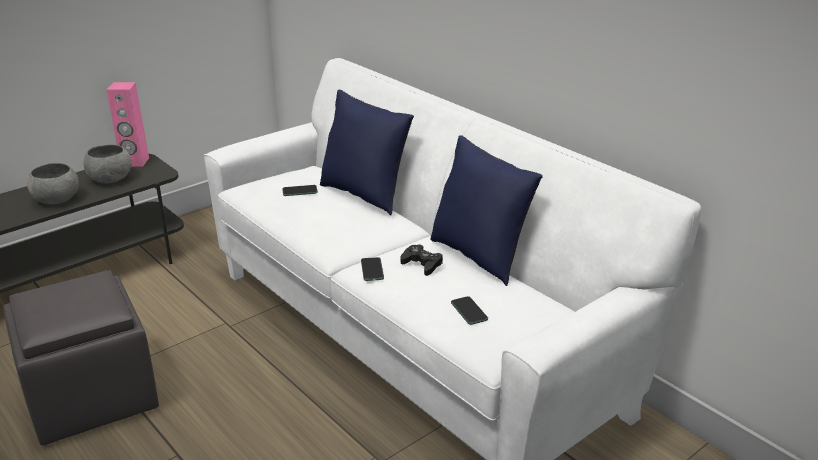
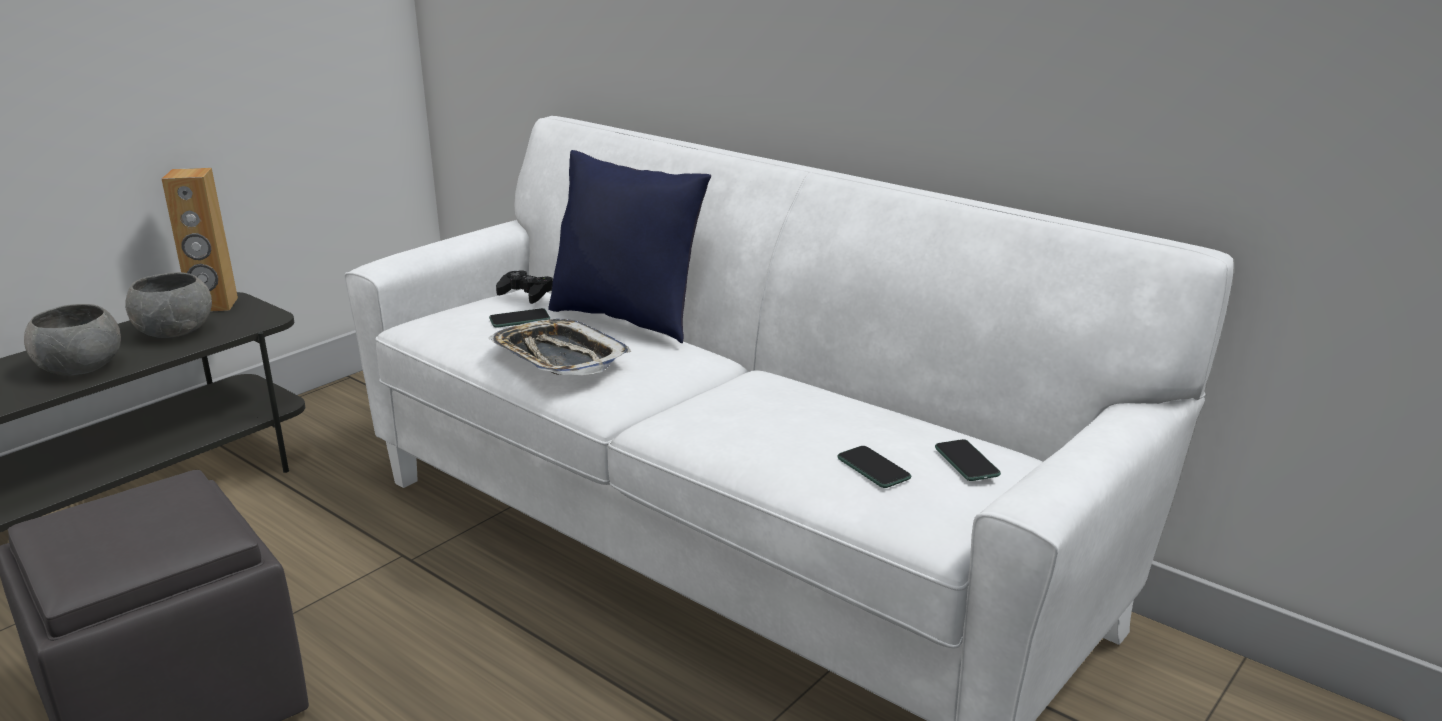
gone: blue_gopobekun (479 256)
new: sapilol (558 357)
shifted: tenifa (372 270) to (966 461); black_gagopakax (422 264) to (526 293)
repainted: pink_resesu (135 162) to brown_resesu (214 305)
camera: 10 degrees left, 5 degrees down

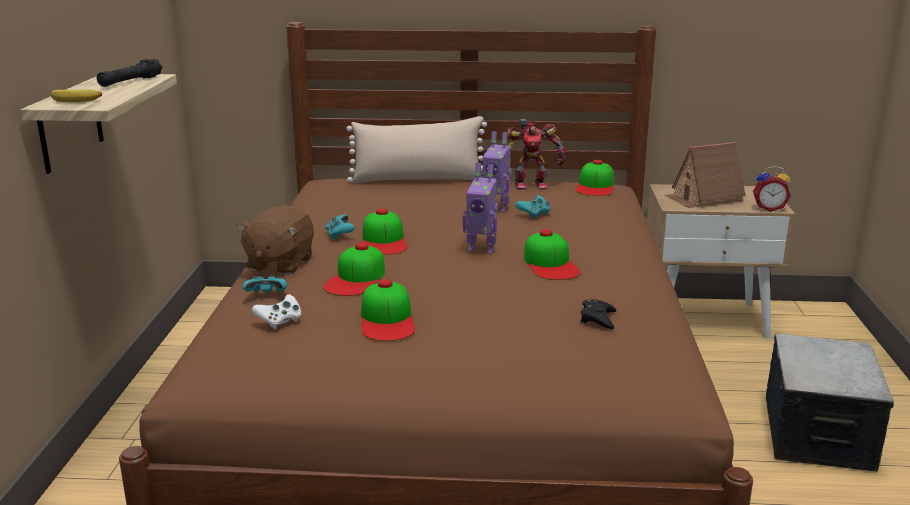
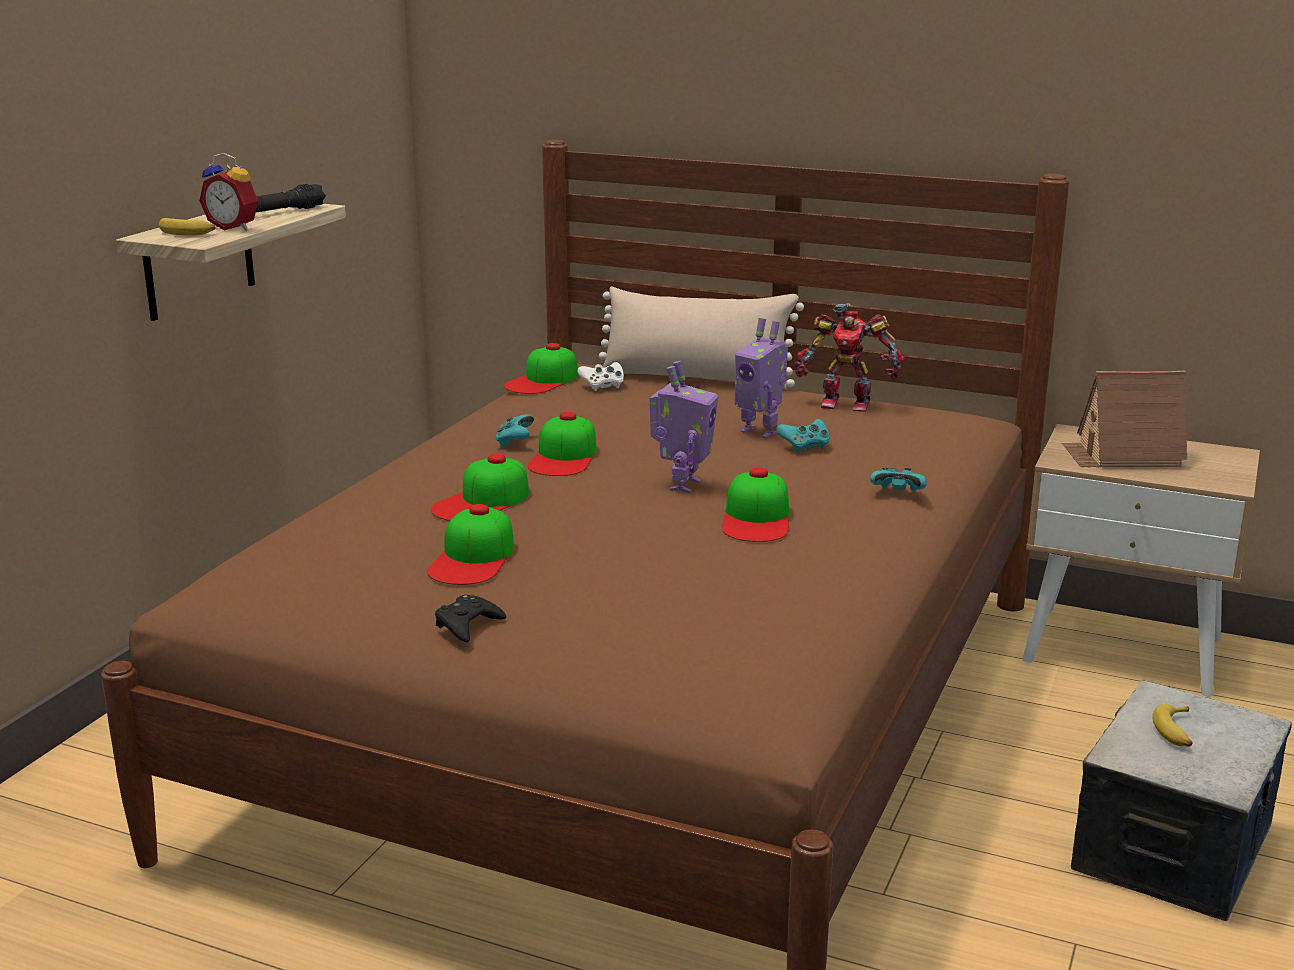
gone: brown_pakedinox (279 264)
new: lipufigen (1176 732)
shifted: turquoise_gagopakax (267 295) to (898 493); white_gagopakax (279 321) to (602 386); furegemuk (595 186) to (542 380); black_gagopakax (598 318) to (467 625); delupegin (768 208) to (234 227)
rotated: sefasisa (481 249) = (682 485) 105 degrees counterclockwise
camera: 20 degrees right, 0 degrees up

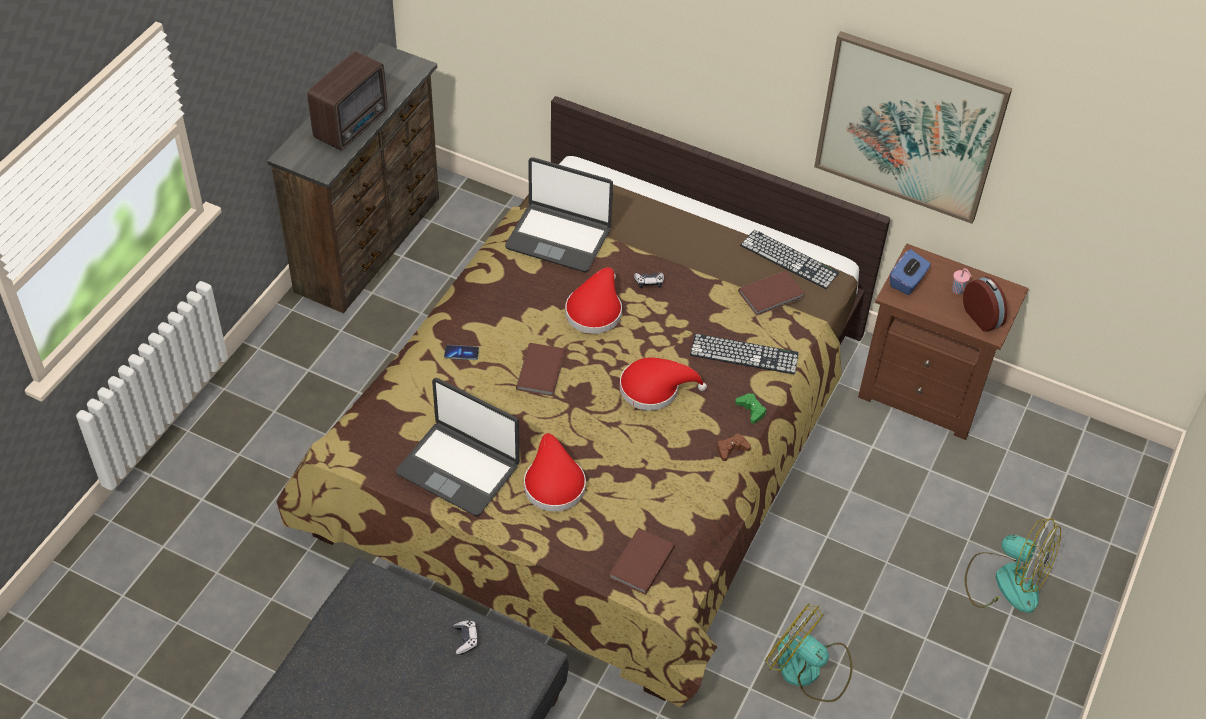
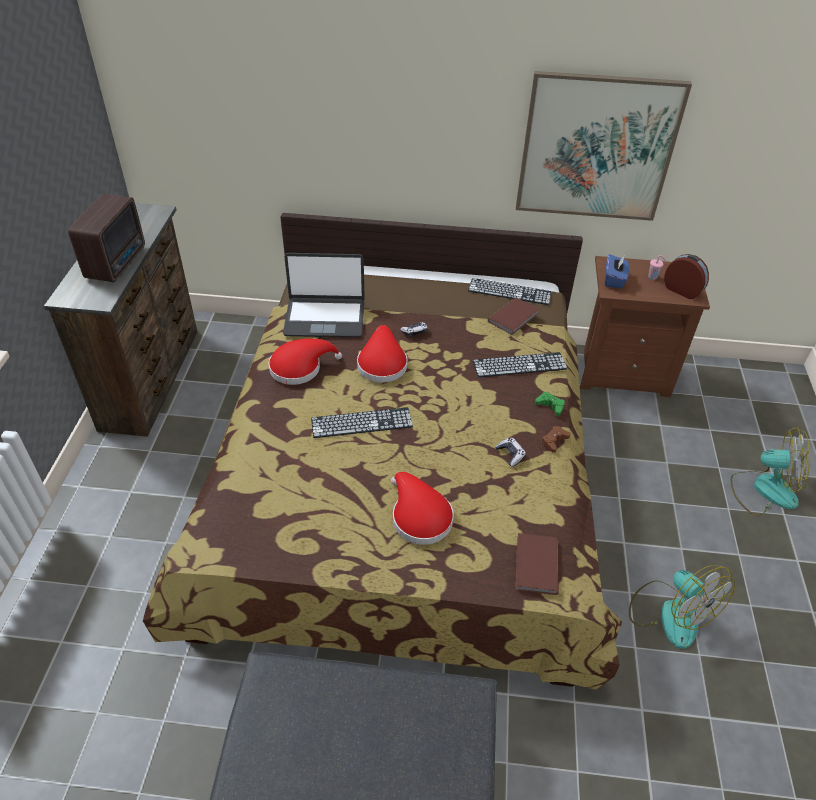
gone: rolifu (458 468); tenifa (461 353)
shifted: gagopakax (466 639) to (510 454); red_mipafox (654 389) to (299 367)
swapped: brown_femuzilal (542 370) to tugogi (361 422)
rotated: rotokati (808 669) = (670 613) 135 degrees counterclockwise
camera: 20 degrees left, 5 degrees down

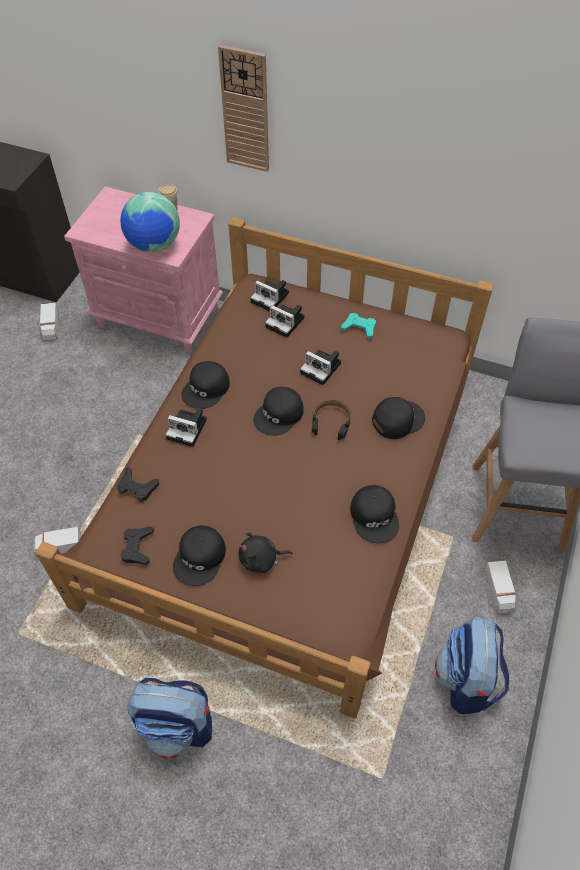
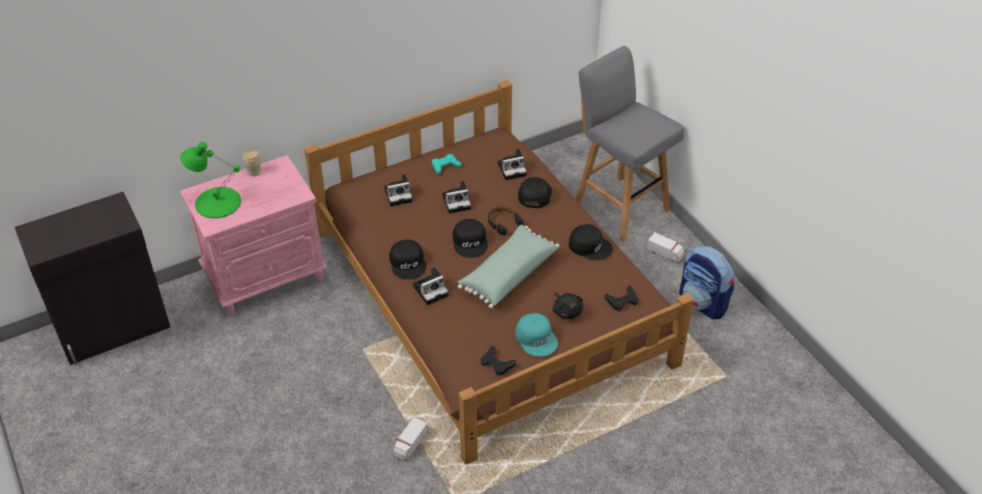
gone: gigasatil (51 328); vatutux (154 245); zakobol (177 726); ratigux (245 110)
new: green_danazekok (217 202); green_gopobekun (508 274)
shifted: black_gagopakax (137 487) to (622 301); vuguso (271 298) to (513 169)
repainted: black_furegemuk (200 558) to turquoise_furegemuk (536 338)
rotated: black_pakedinox (261 559) = (567 311) 60 degrees counterclockwise
camera: 50 degrees left, 10 degrees down

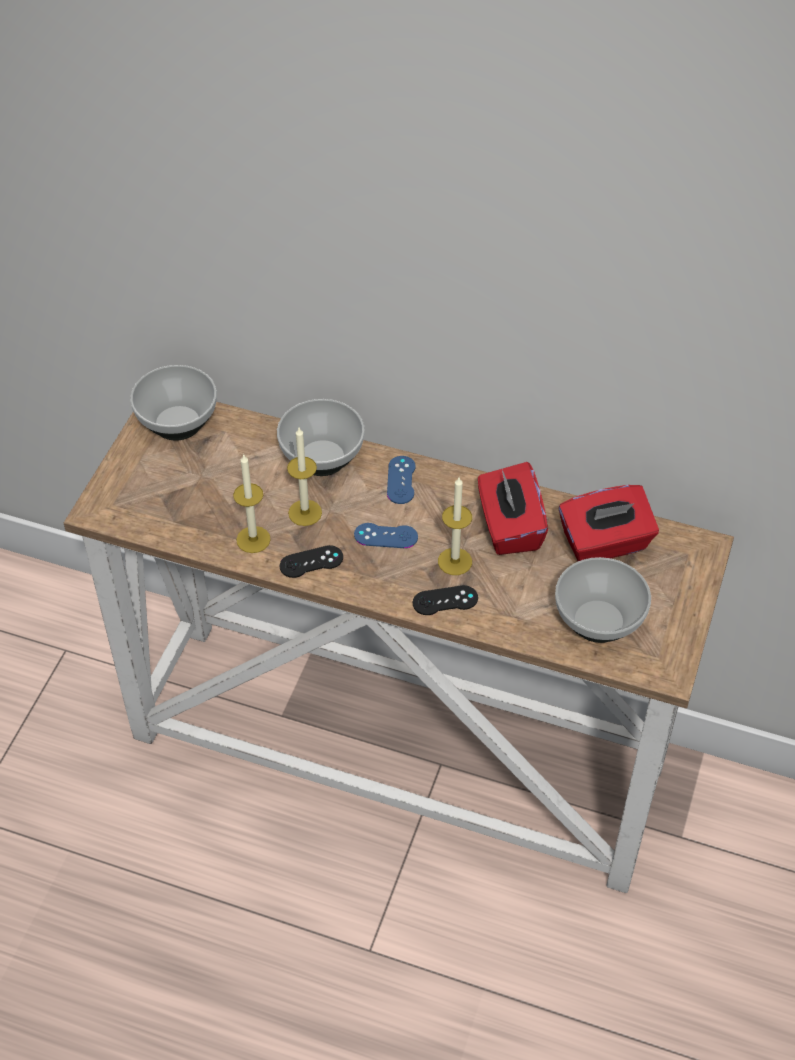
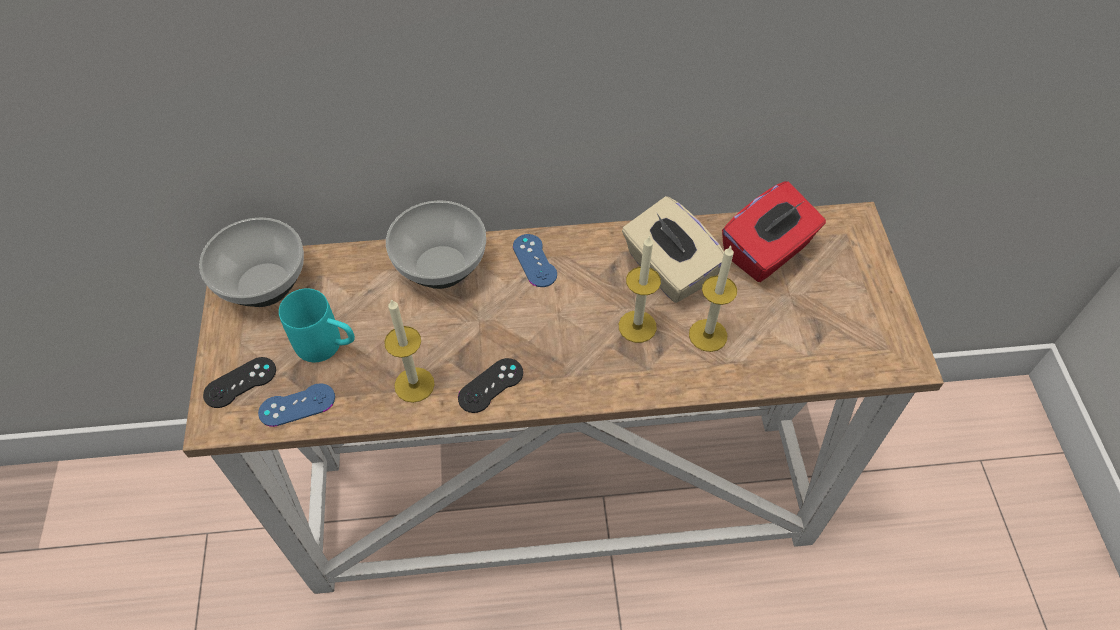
gone: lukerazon (597 621)
new: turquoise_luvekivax (328 346)
shifted: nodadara (305 513) to (708 335); blue_gagopakax (386 536) to (297 405); black_gagopakax (445 600) to (240 382)
repainted: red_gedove (509 527) to beige_gedove (668 270)
camera: 25 degrees left, 5 degrees up

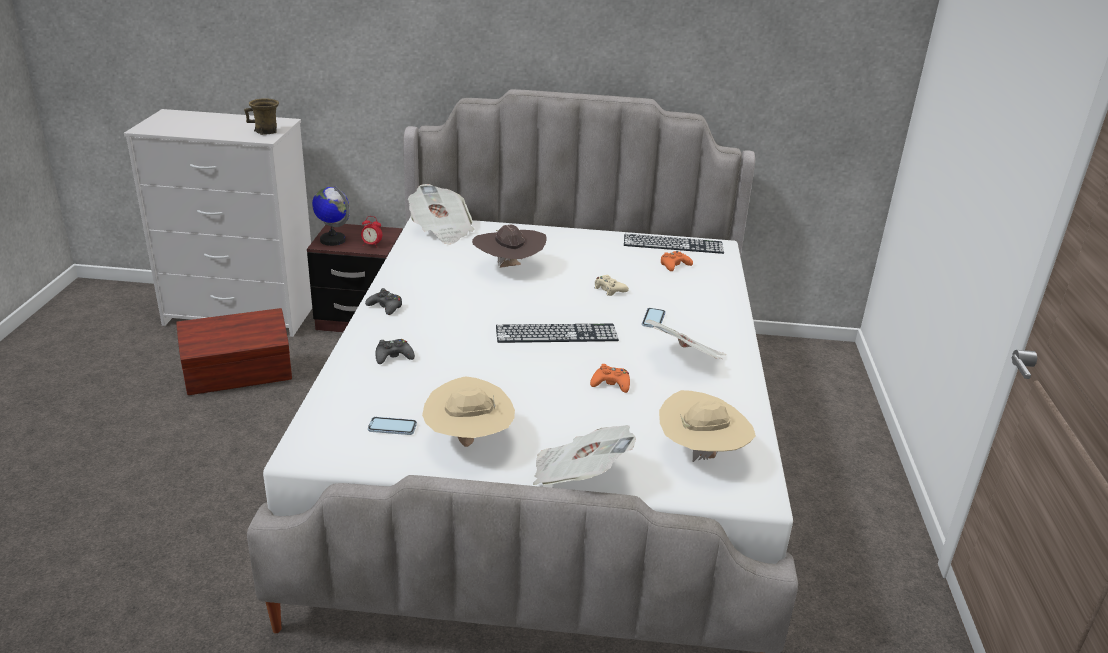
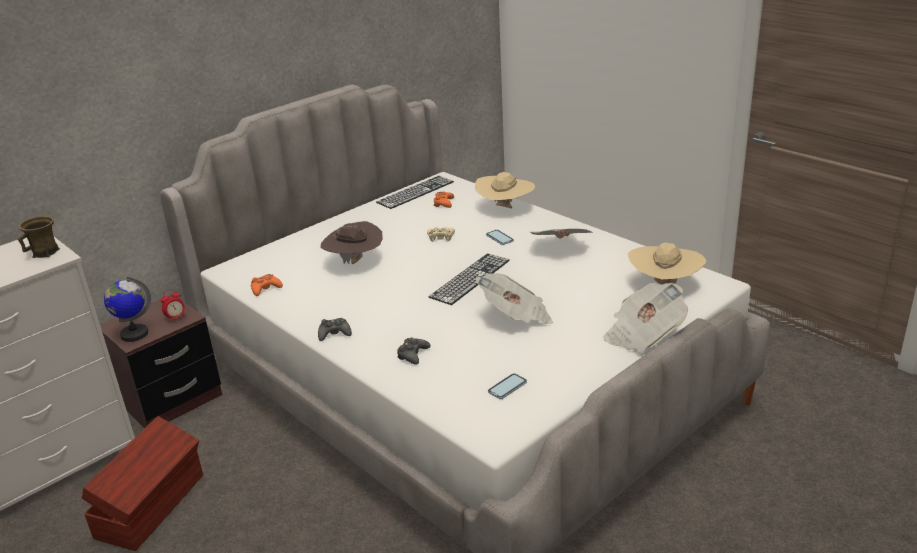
shifted: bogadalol (441 231) to (516 316); beige_mipafox (468 441) to (505 208); orange_gagopakax (611 384) to (265 289)
camera: 45 degrees left, 0 degrees up

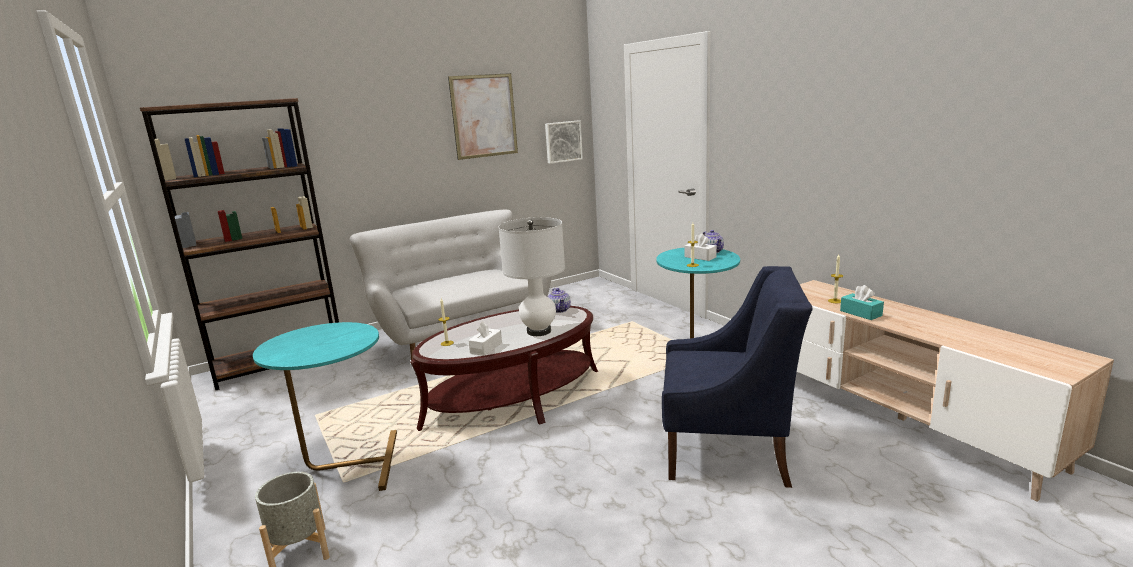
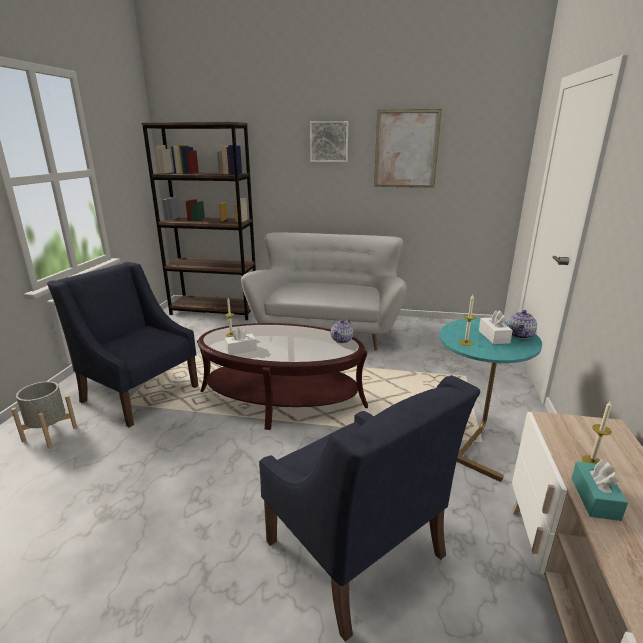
gone: white_danazekok (539 331)
shifted: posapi (563 141) to (329 141)
swapped: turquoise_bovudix (344 466) to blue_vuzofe (140 393)
camera: 40 degrees right, 5 degrees up

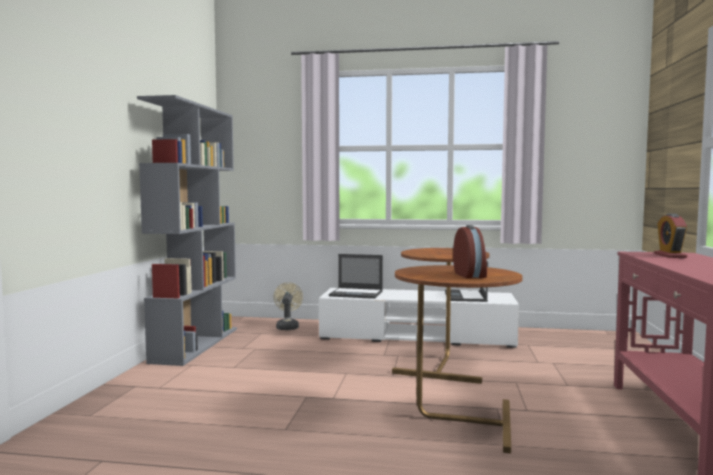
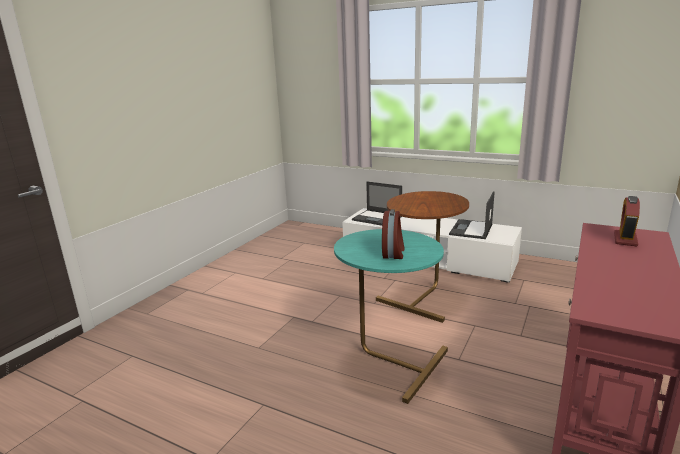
gone: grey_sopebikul (196 344); beige_rotokati (287 326)
repainted: brown_bovudix (456 421) to turquoise_bovudix (390 361)
camera: 20 degrees right, 15 degrees up

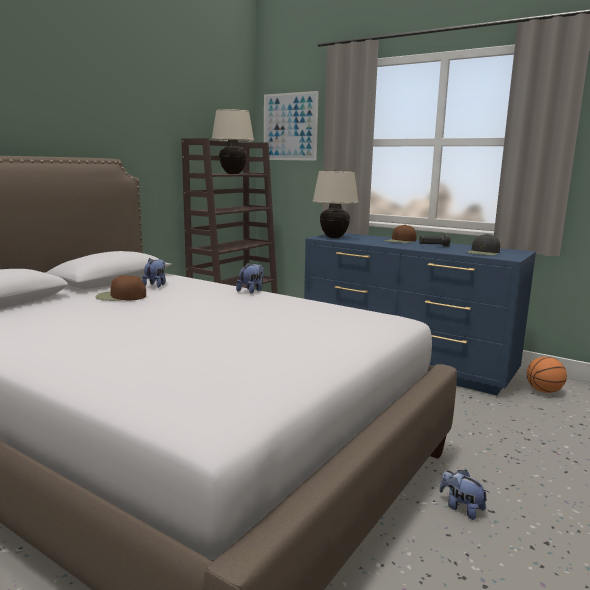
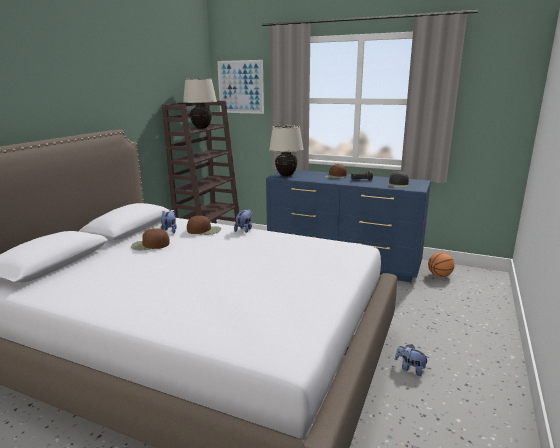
new: brown_furegemuk (204 230)
camera: 10 degrees left, 5 degrees up

